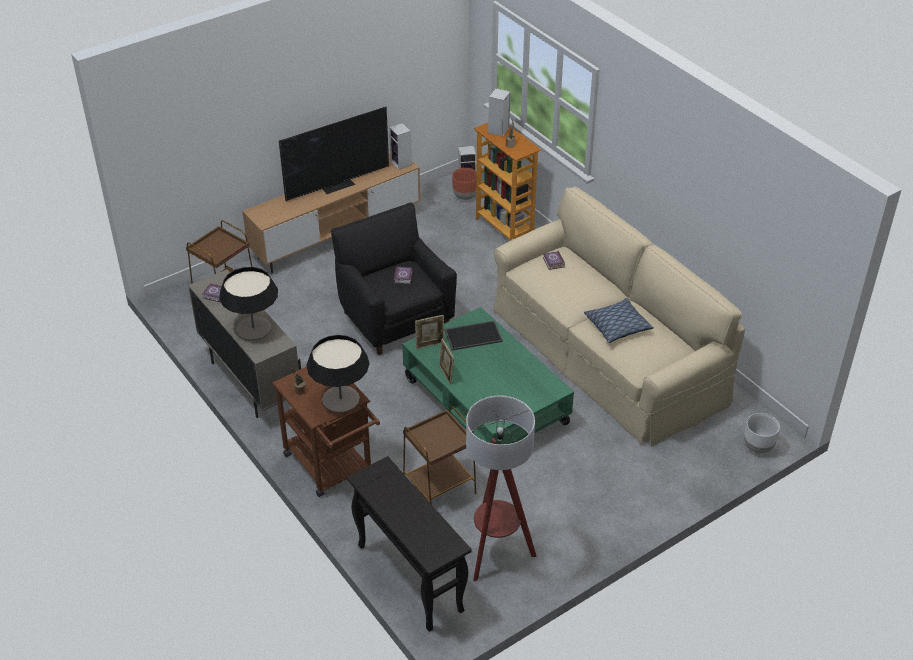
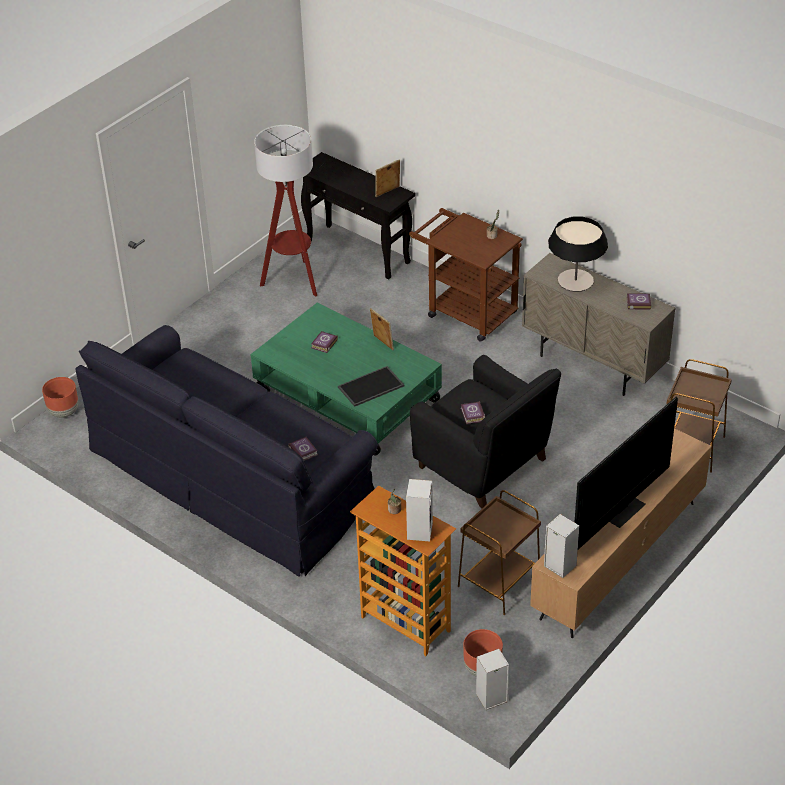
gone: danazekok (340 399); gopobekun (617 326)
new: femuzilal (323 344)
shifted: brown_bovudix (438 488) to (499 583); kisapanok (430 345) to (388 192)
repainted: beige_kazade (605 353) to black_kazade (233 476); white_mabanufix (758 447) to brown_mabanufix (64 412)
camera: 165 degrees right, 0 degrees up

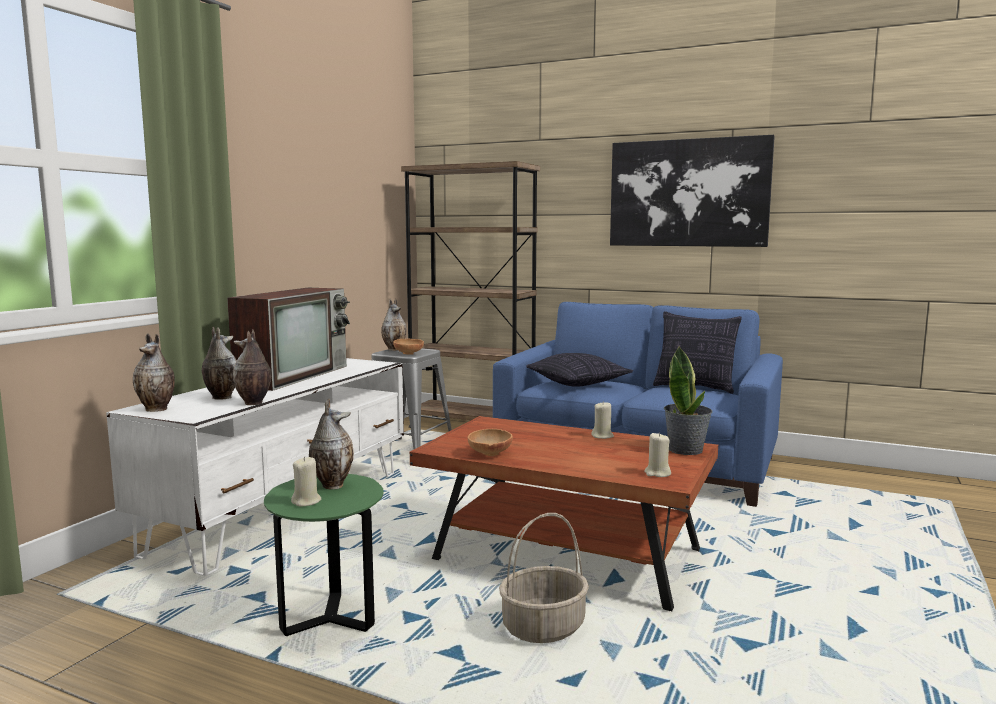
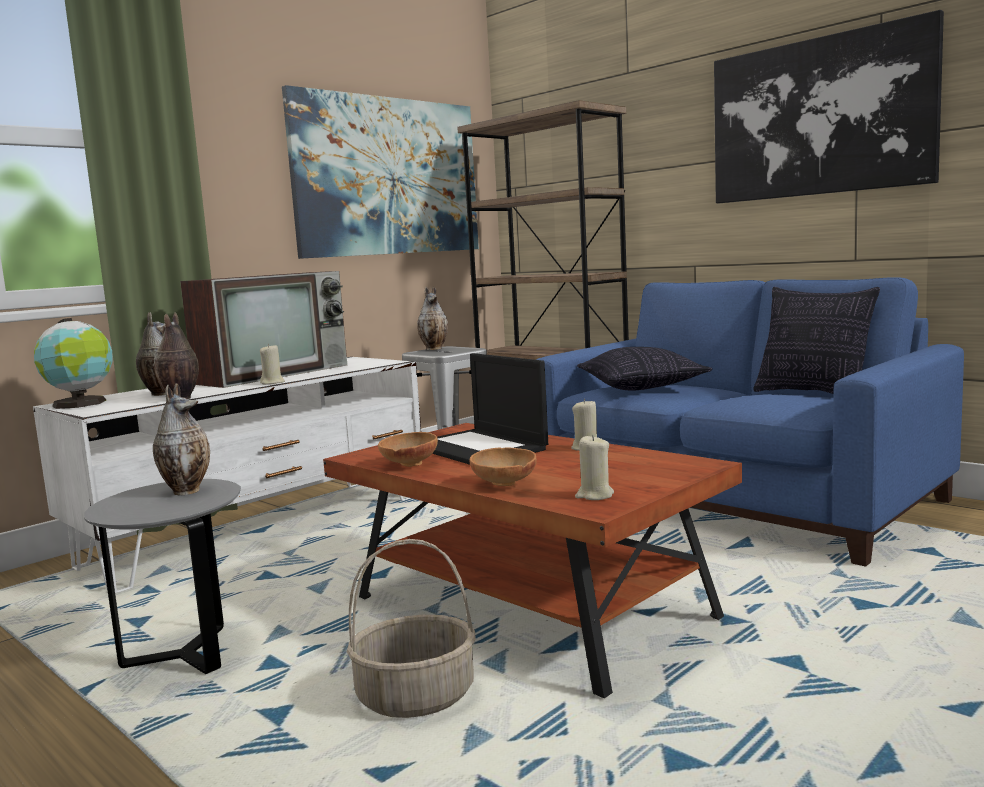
gone: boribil (686 450)
new: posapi (388 177); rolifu (479 448)
shifted: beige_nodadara (306 501) to (272 383); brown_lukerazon (408 354) to (504 485)
swapped: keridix (158 409) to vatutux (81 404)
repainted: green_bovudix (330 620) to grey_bovudix (185 656)
camera: 20 degrees right, 0 degrees up

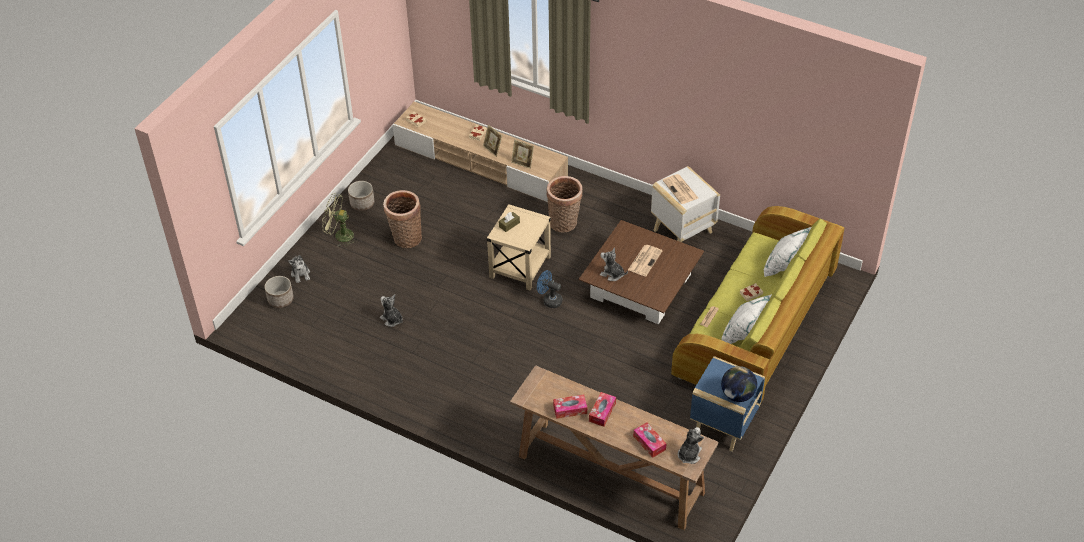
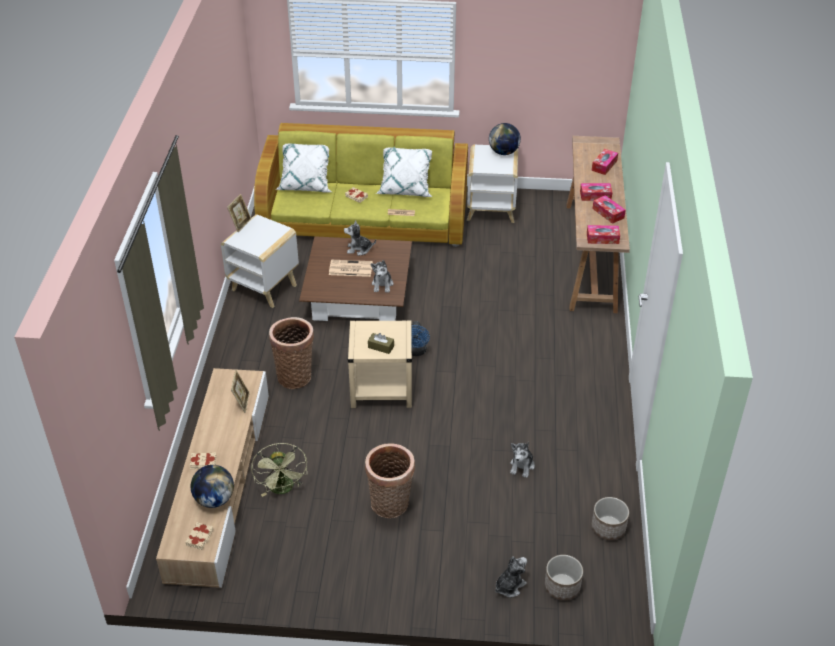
gone: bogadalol (681 189)
new: vatutux (214 499); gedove (602 238)
shifted: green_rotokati (339 236) to (283 489); mabanufix (362 203) to (608 528); kisapanok (493 149) to (240 224); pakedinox (689 454) to (359 249)
repainted: blue_bovudix (723 425) to white_bovudix (492 210)
camera: 115 degrees left, 5 degrees down

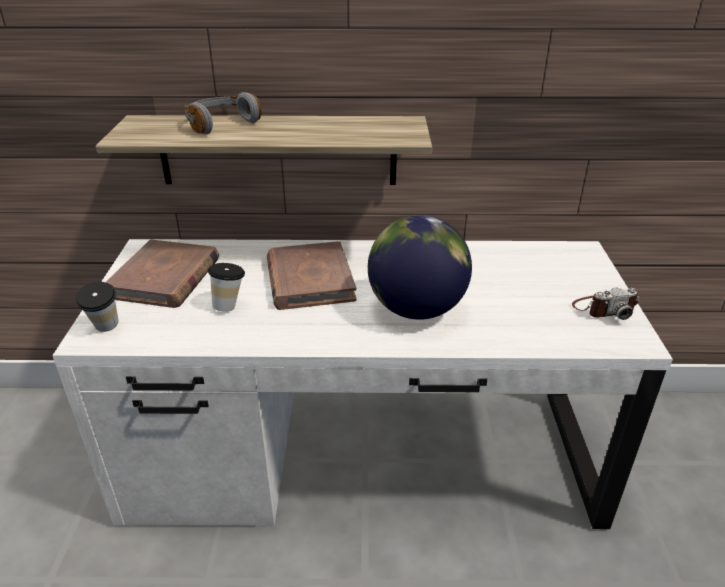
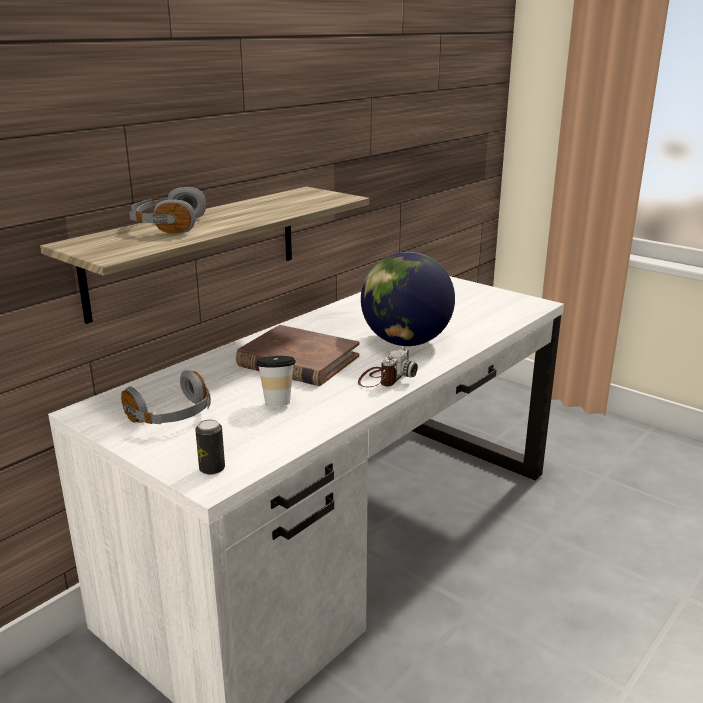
shifted: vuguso (603 309) to (384 378)
swapped: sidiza (105 330) to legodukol (212 469); brown_femuzilal (165 278) to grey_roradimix (172 416)
camera: 50 degrees left, 10 degrees down

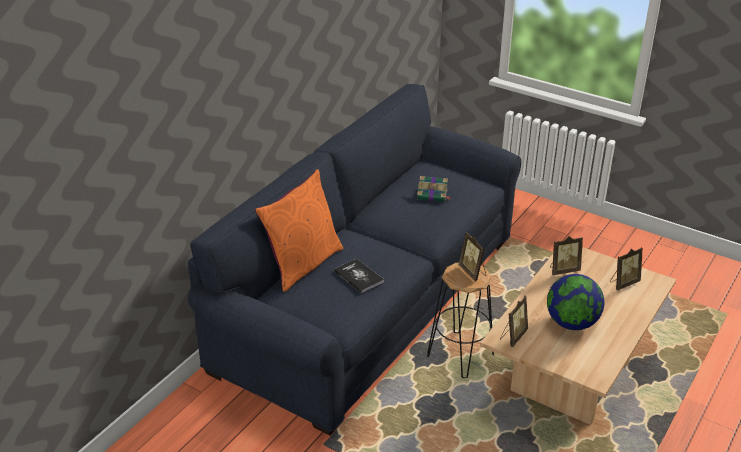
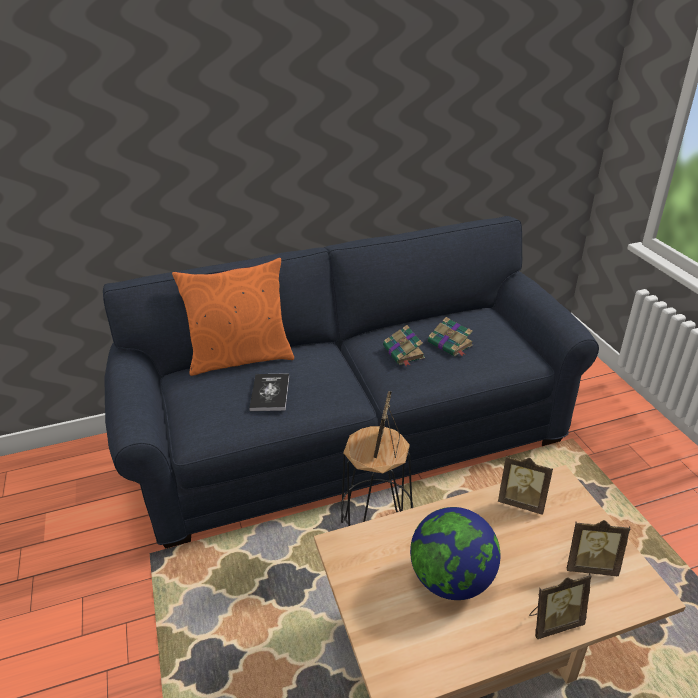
new: femuzilal (404 353)
shifted: kisapanok (512 336) to (553 622)
camera: 40 degrees right, 0 degrees up

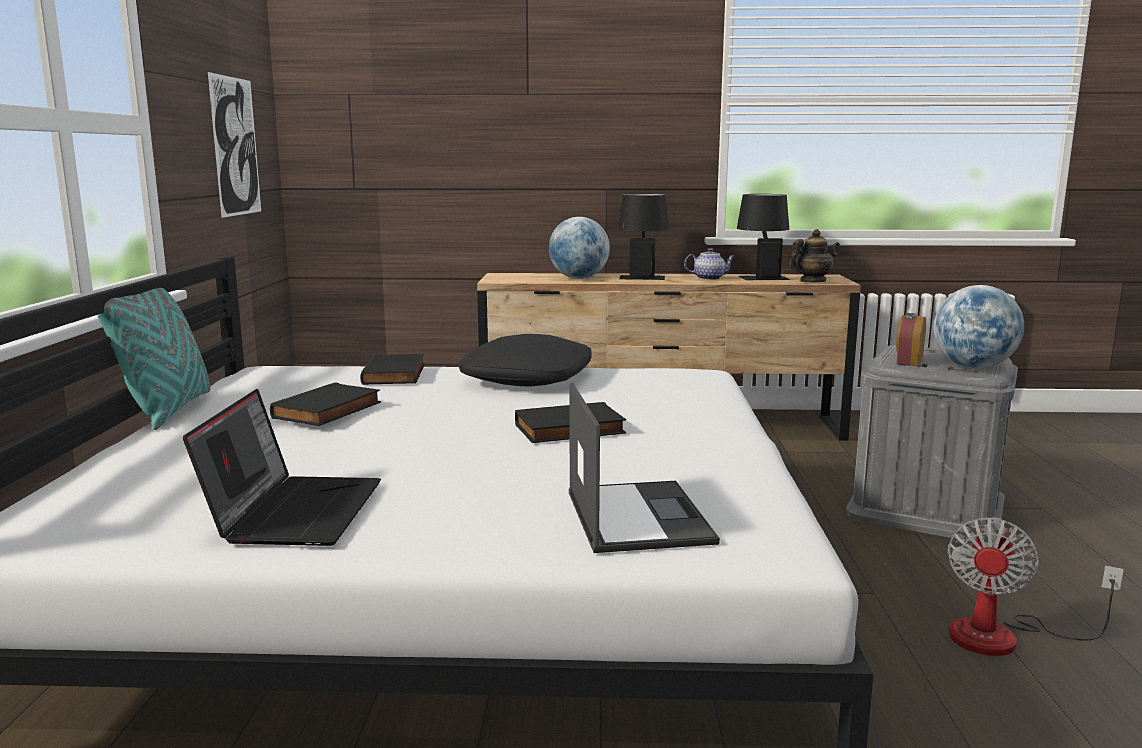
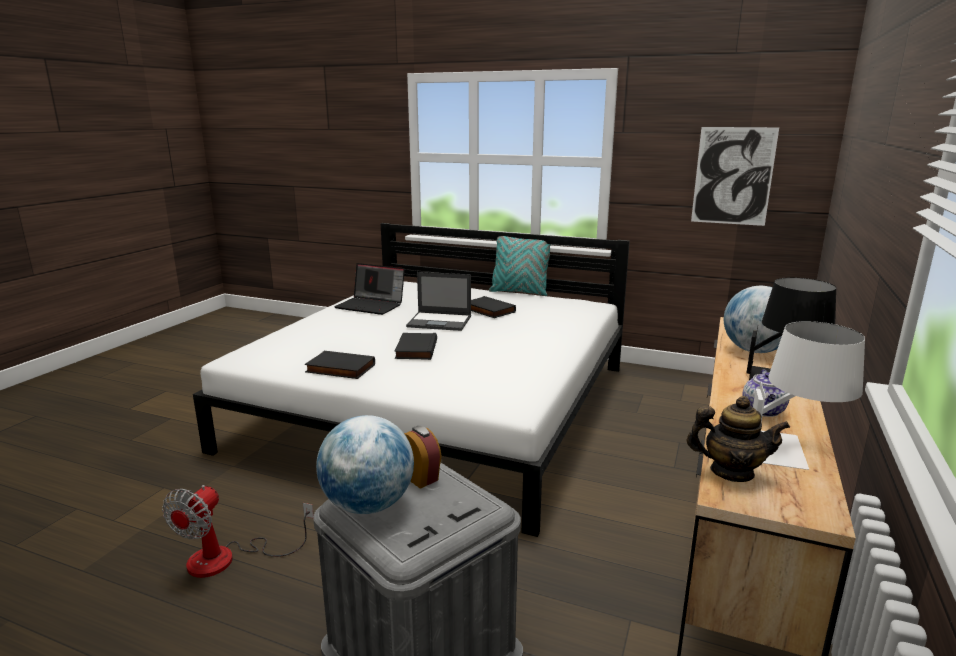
gone: black_gopobekun (527 378)
shifted: black_femuzilal (396 374) to (339 369); rolifu (636 516) to (440 322)
repainted: black_danazekok (761 276) to white_danazekok (795 450)
rotated: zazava (812 282) = (731 472) 75 degrees counterclockwise; rotokati (1004 636) = (228 559) 120 degrees counterclockwise
camera: 110 degrees right, 5 degrees up

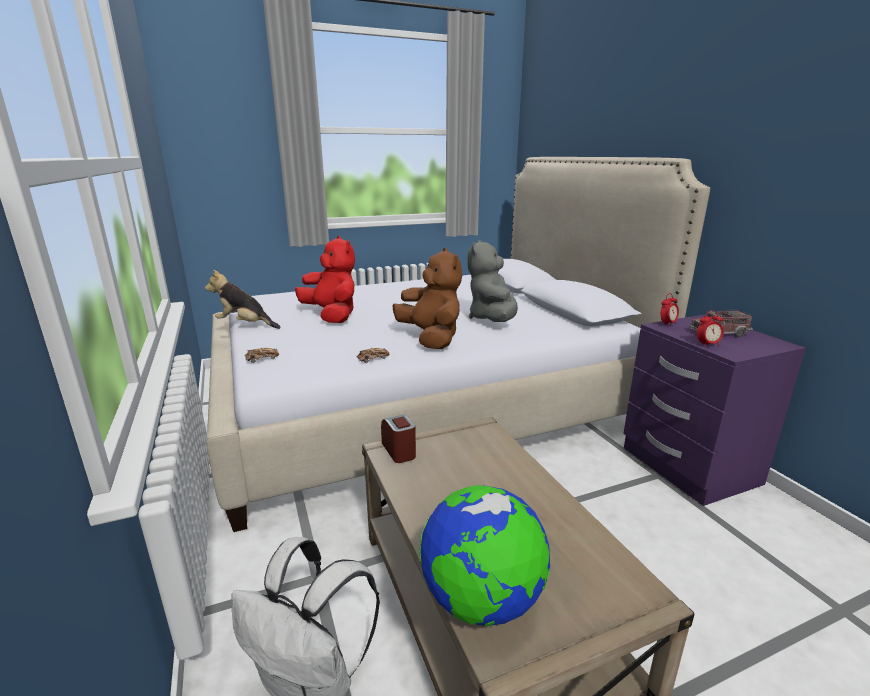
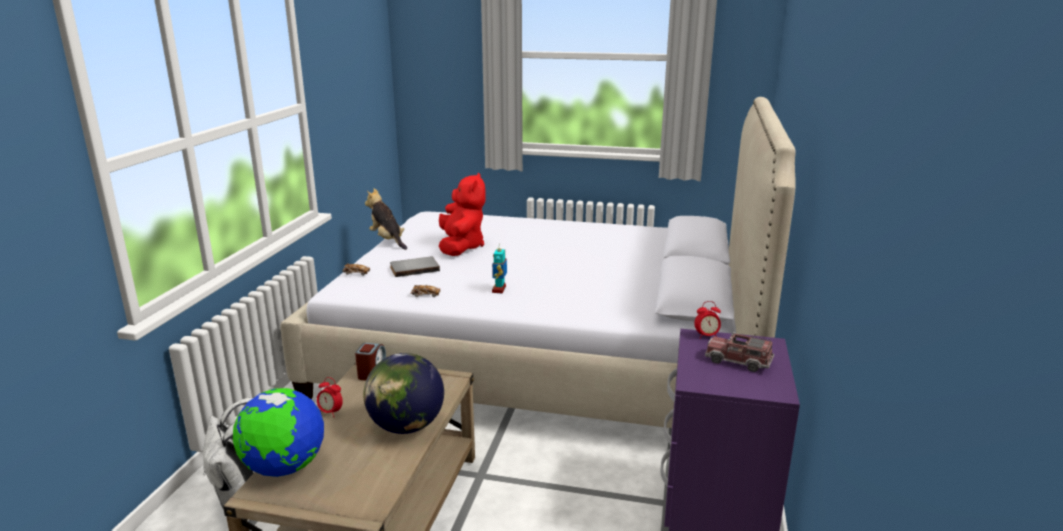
gone: grey_pakedinox (493 319)
new: vatutux (407 426); grey_femuzilal (414 268)
shifted: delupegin (707 345) to (330 412)
swapped: brown_pakedinox (431 338) to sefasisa (499 290)
camera: 35 degrees right, 0 degrees up

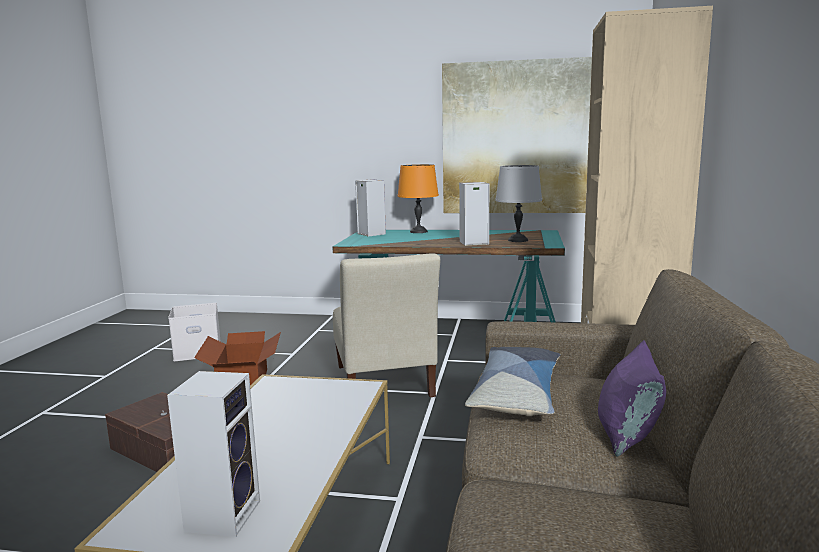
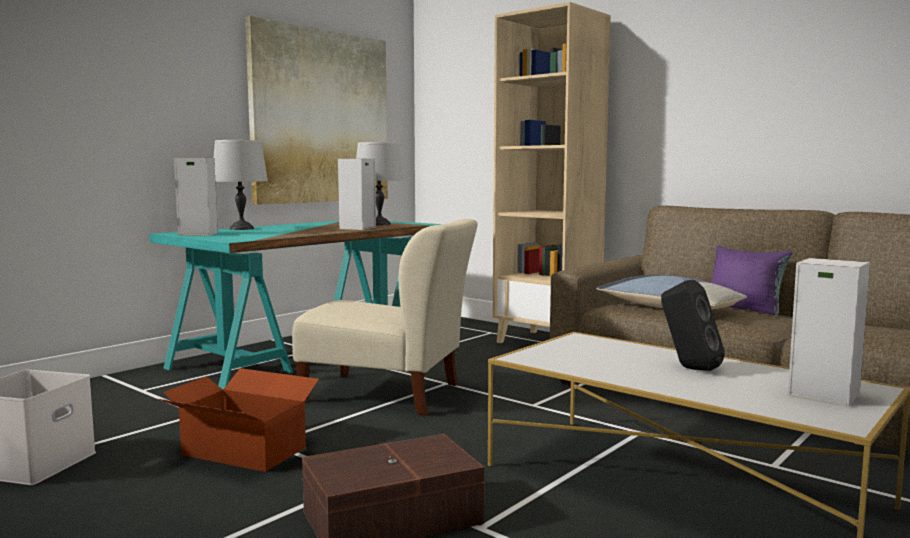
new: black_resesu (688 368)
repainted: orange_danazekok (419 232) to grey_danazekok (242 228)
camera: 60 degrees left, 5 degrees down

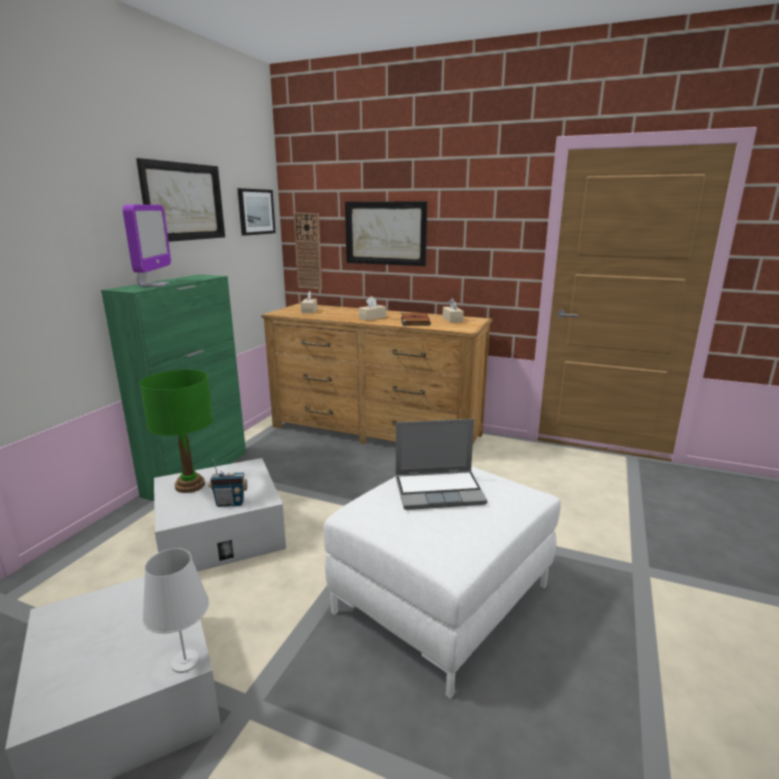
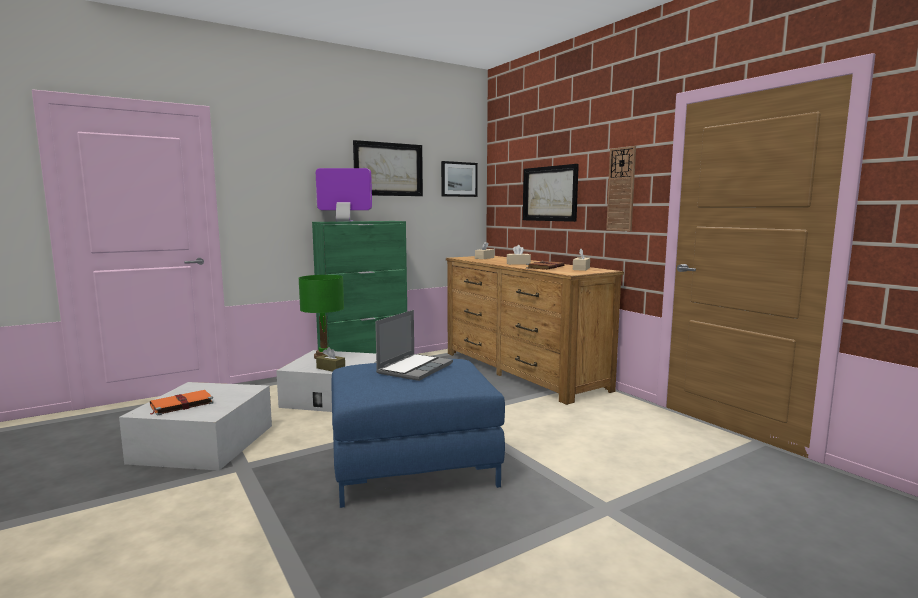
gone: white_danazekok (185 661)
new: orange_femuzilal (180 404)
shifted: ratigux (308 251) to (621 189)
swapped: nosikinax (230 503) to brown_gedove (331 368)
repainted: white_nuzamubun (442 598) to blue_nuzamubun (413 466)
rotated: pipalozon (153 285) = (344 221) 120 degrees counterclockwise; rolifu (440 490) = (415 368) 90 degrees counterclockwise
camera: 35 degrees right, 10 degrees down

